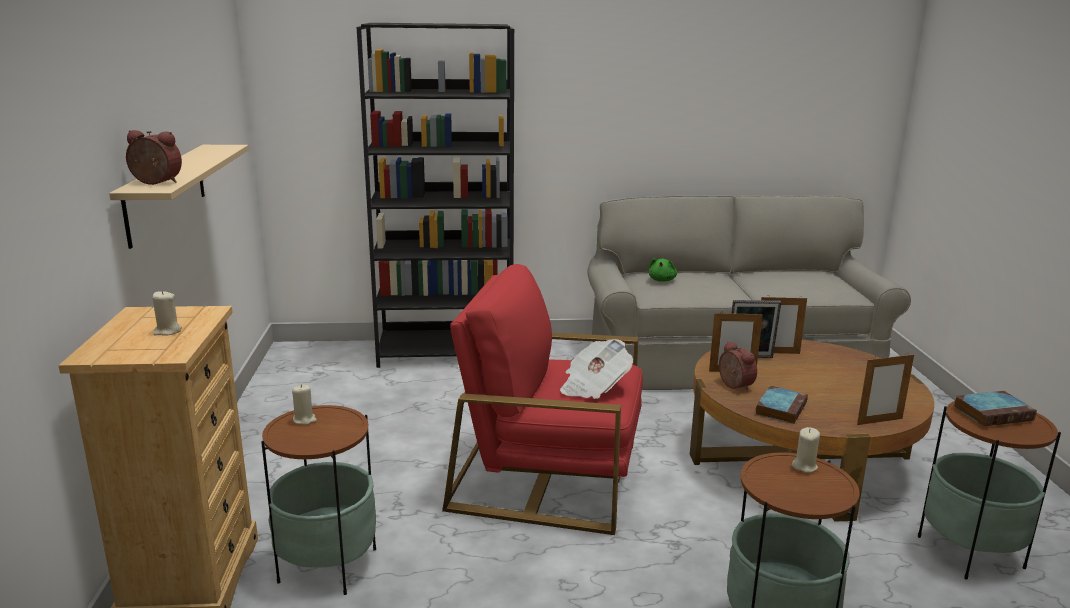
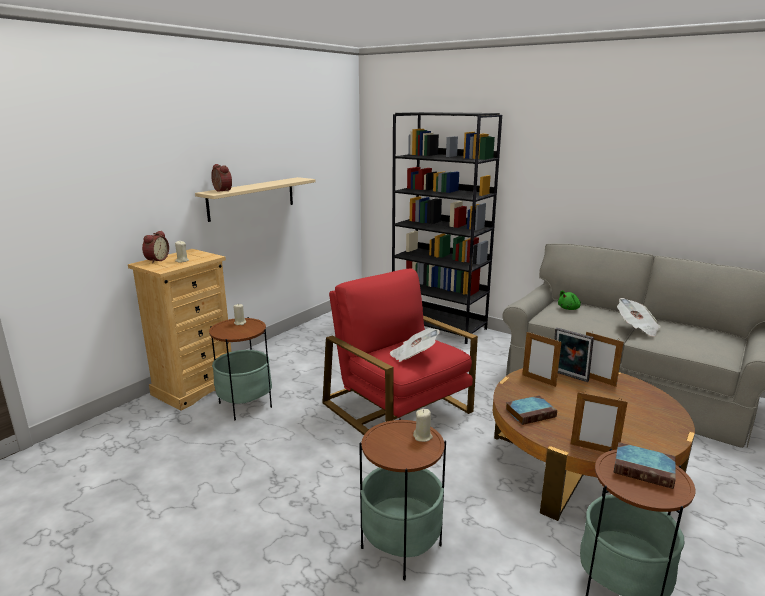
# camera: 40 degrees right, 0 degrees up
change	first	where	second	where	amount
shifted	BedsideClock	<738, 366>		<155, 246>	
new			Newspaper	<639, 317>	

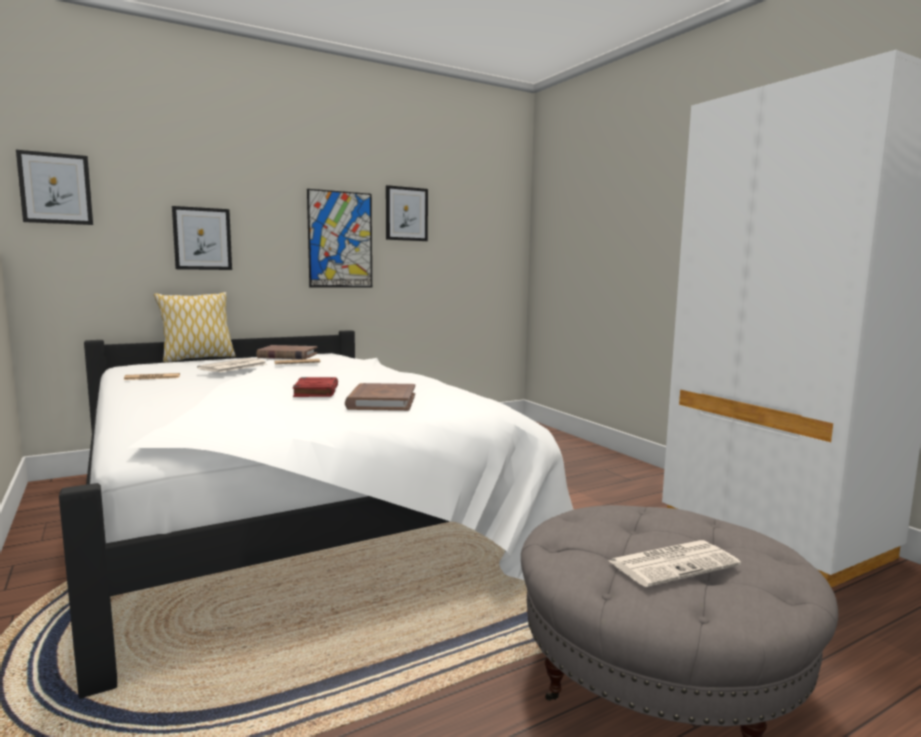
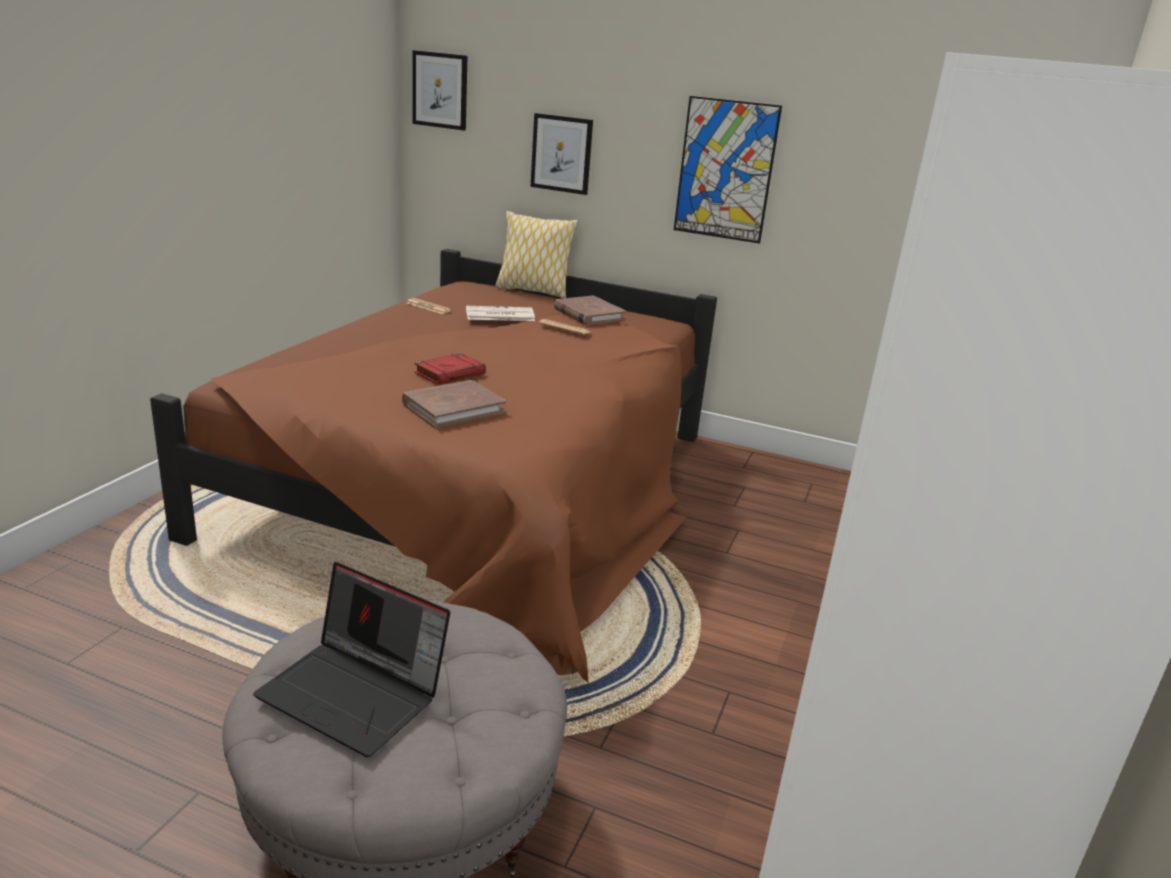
# camera: 50 degrees right, 15 degrees up
change	first	where	second	where	amount
gone	Picture	<407, 213>			
repainted	WhiteColouredBedroomBed	<316, 514>	BrownishBedroomBed	<433, 465>	
swapped	Newspaper	<675, 563>	Laptop	<351, 659>	

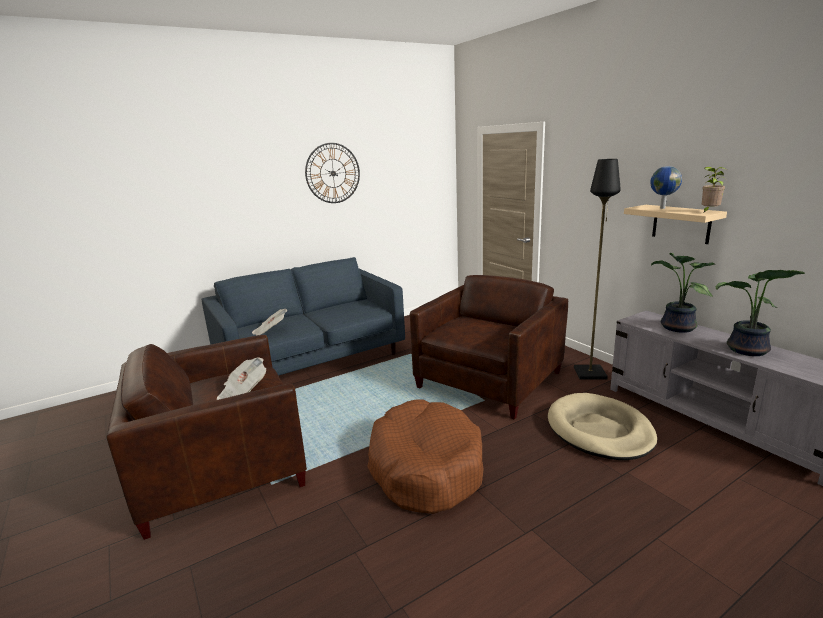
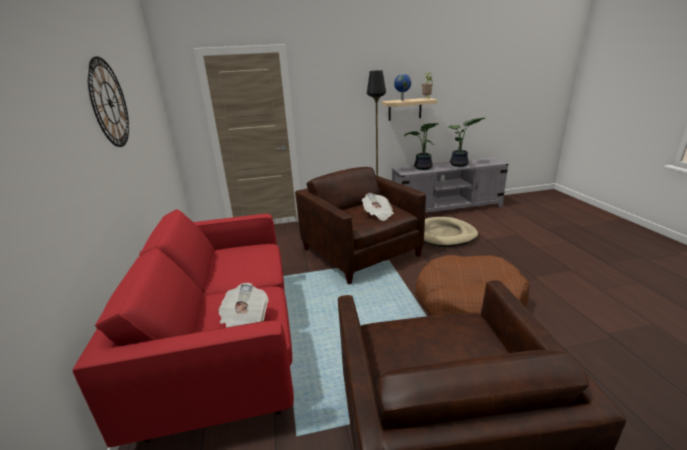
# camera: 70 degrees left, 5 degrees up
change	first	where	second	where	amount
repainted	BlueSofa	<303, 316>	RedColouredSofa	<183, 328>	
shifted	Newspaper	<241, 378>		<378, 207>	

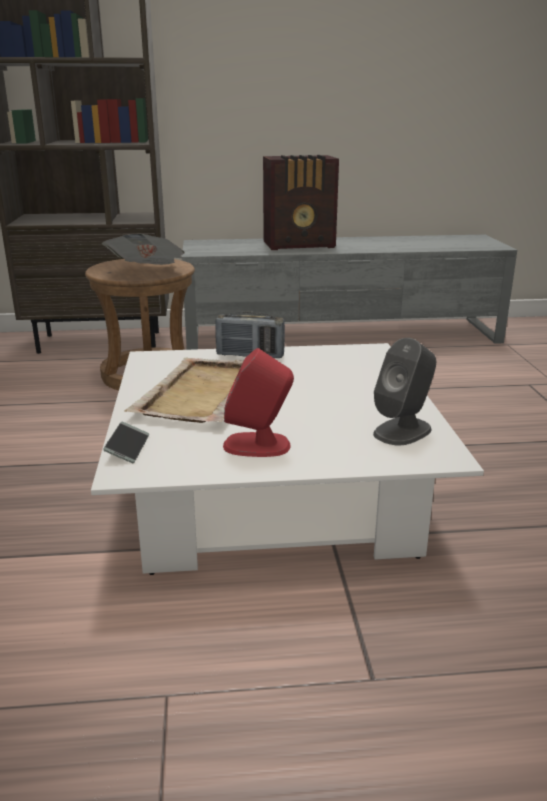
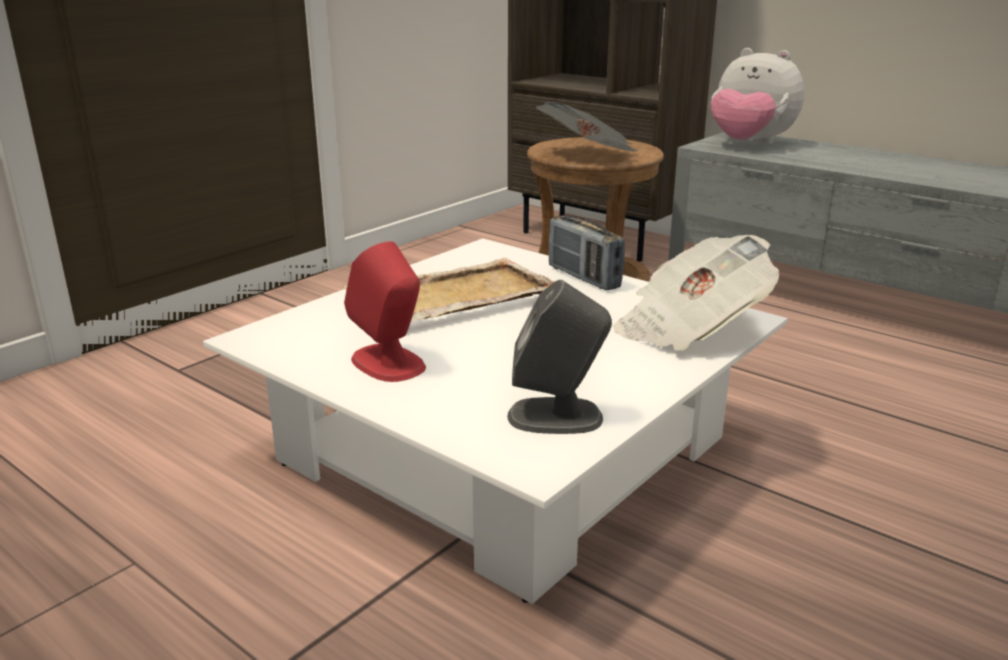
# camera: 45 degrees right, 0 degrees up
change	first	where	second	where	amount
gone	Radio	<301, 202>			
gone	Phone	<126, 442>			
new			SoftToy	<757, 96>	
new			Newspaper	<696, 293>	

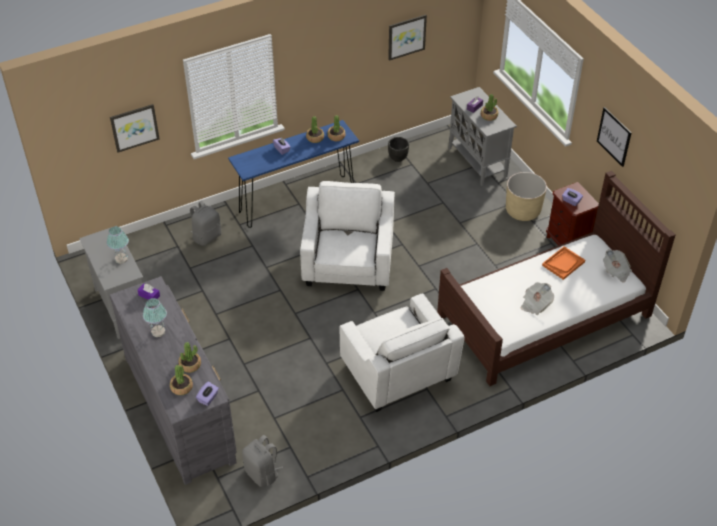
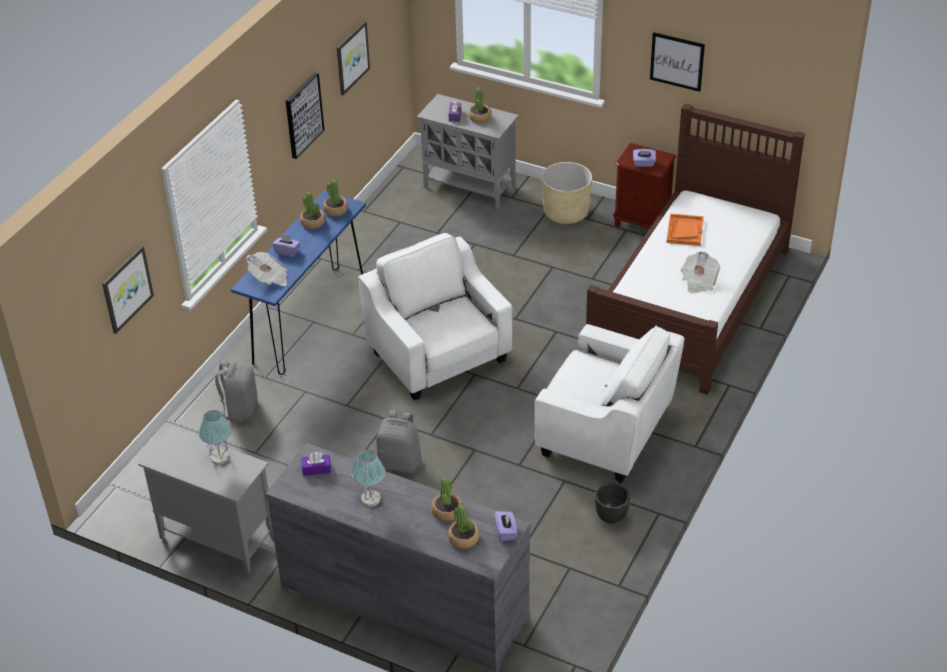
# camera: 35 degrees left, 5 degrees down
change	first	where	second	where	amount
shifted	BlackColouredFlowerPot	<398, 149>		<612, 503>	
shifted	Newspaper	<617, 266>		<266, 269>	
shifted	GrayKnapsack	<262, 461>		<398, 441>	
new			Picture	<305, 116>	

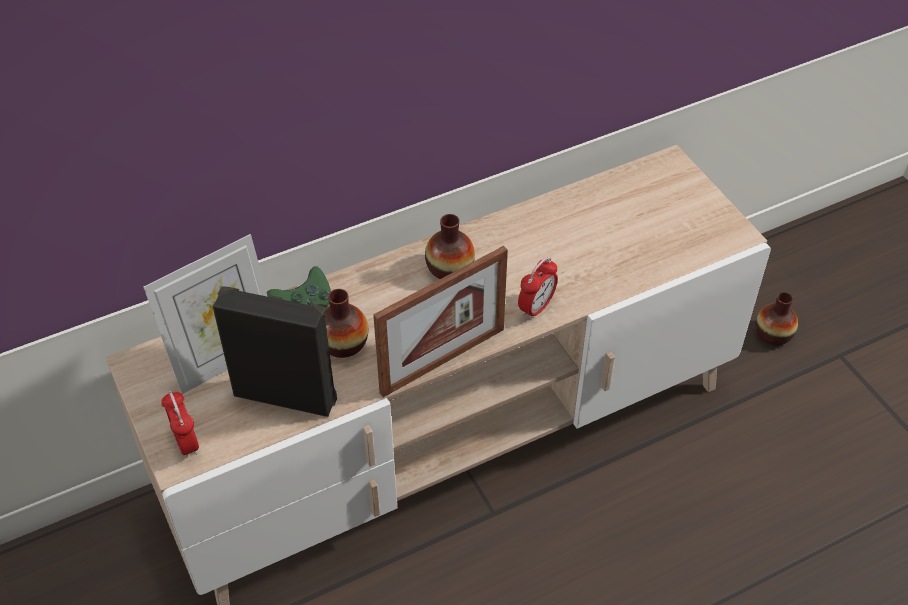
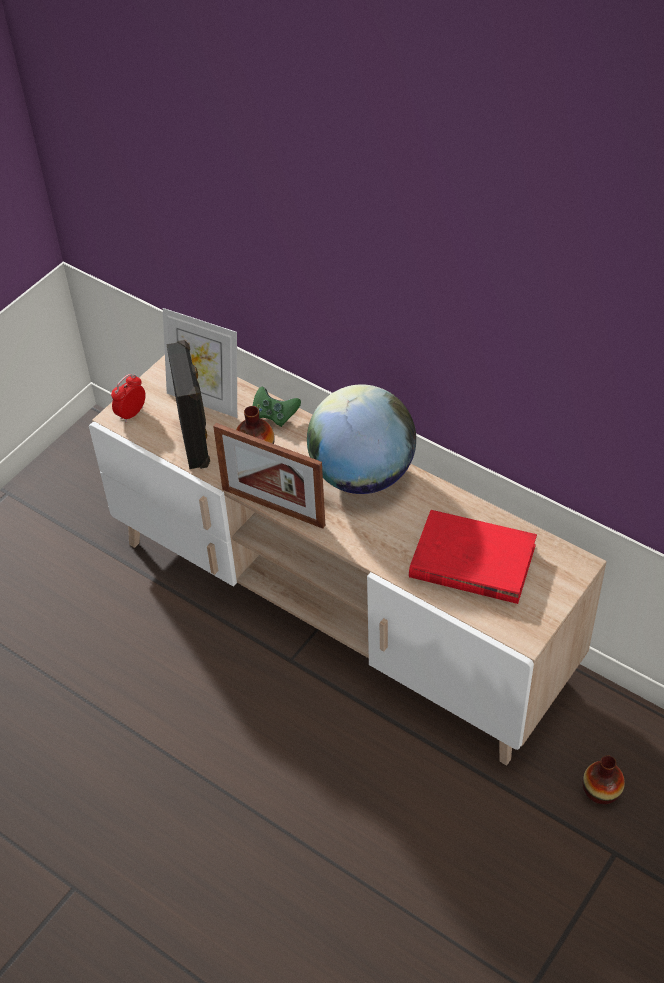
# camera: 65 degrees right, 0 degrees up
change	first	where	second	where	amount
swapped	DecorativeVase	<450, 246>	Globe	<361, 439>	
gone	BedsideClock	<538, 288>			
new			RedColouredBoundBook	<473, 557>	

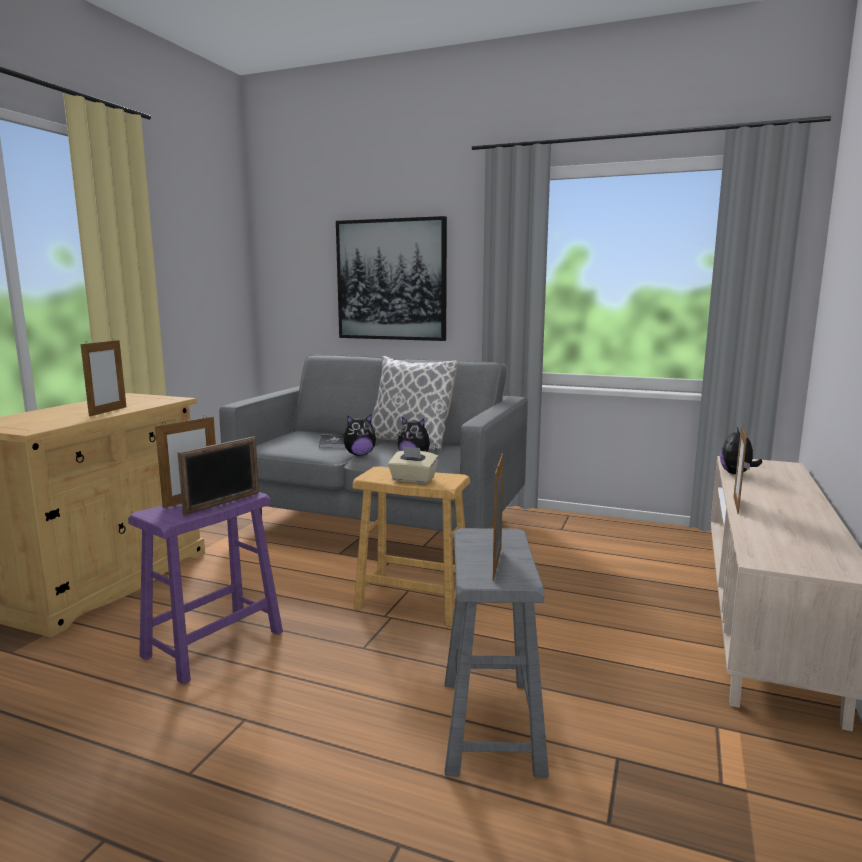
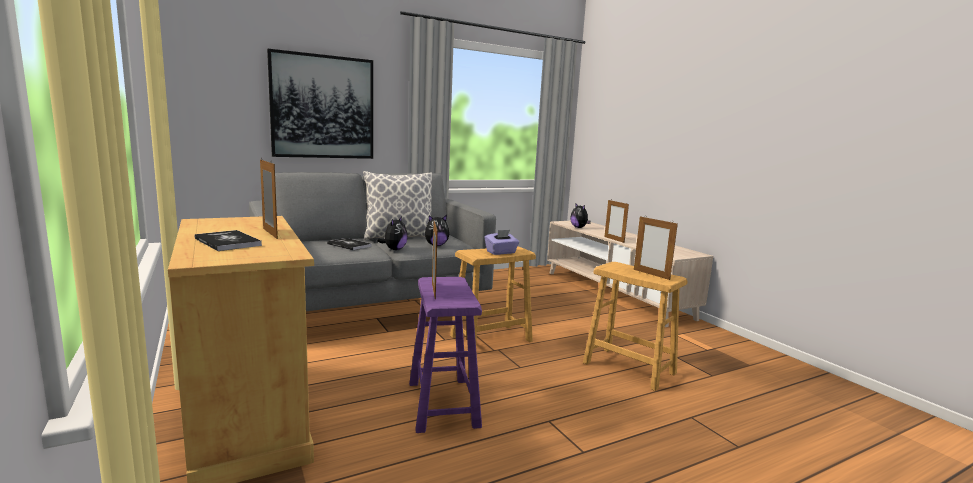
# camera: 50 degrees left, 0 degrees up
change	first	where	second	where	amount
gone	StandingFrame	<218, 475>			
repainted	BeigeTissueBox	<413, 465>	PurplishTissueBox	<501, 242>	
repainted	GrayStoolSeat	<497, 653>	BrownishStoolSeat	<635, 326>	
new			BoundBook	<228, 240>	

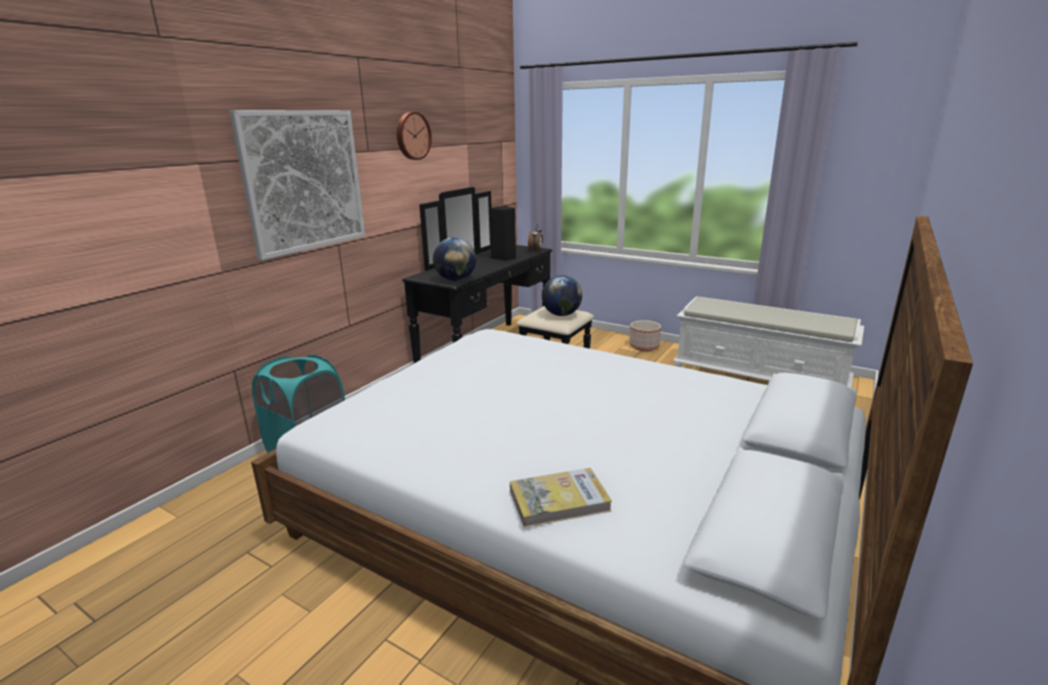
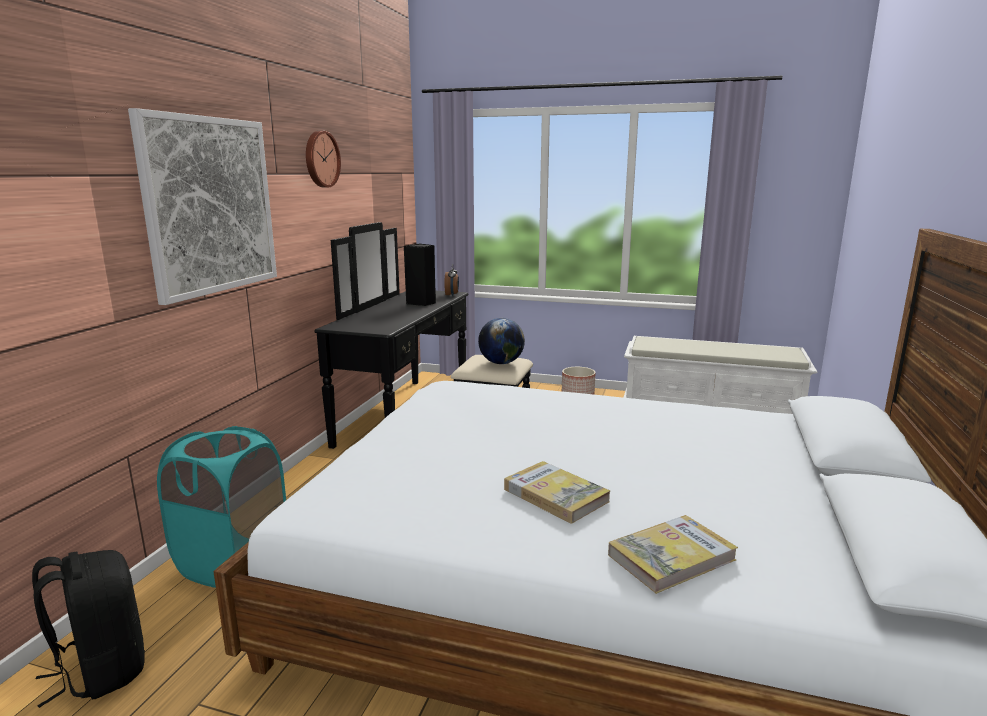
# camera: 15 degrees left, 5 degrees down
change	first	where	second	where	amount
gone	Globe	<454, 259>			
new			BoundBook	<557, 492>	
new			BlackColouredKnapsack	<88, 629>	

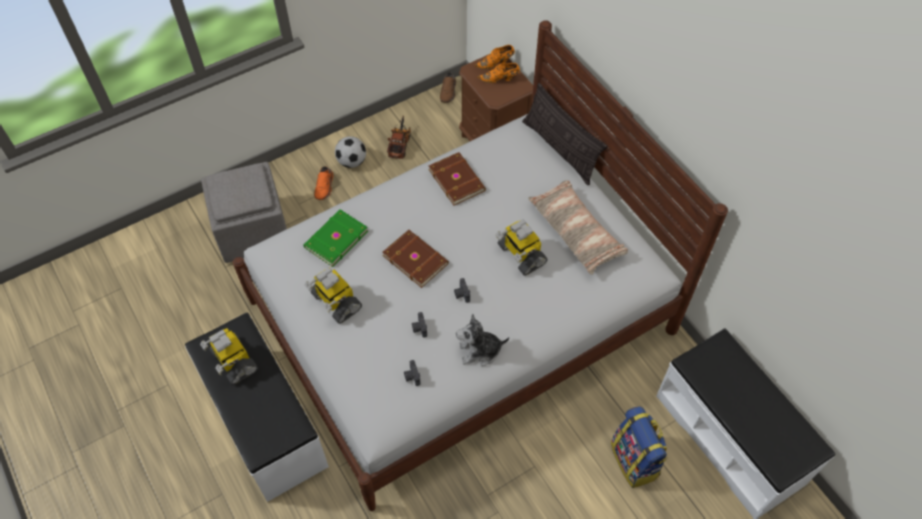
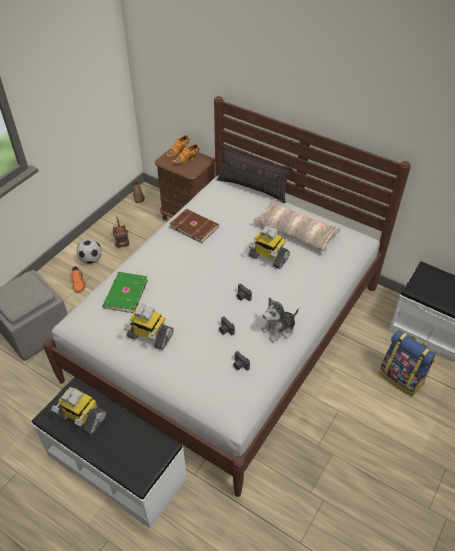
# camera: 25 degrees left, 10 degrees down
change	first	where	second	where	amount
gone	BrownishBoundBook	<416, 259>			

